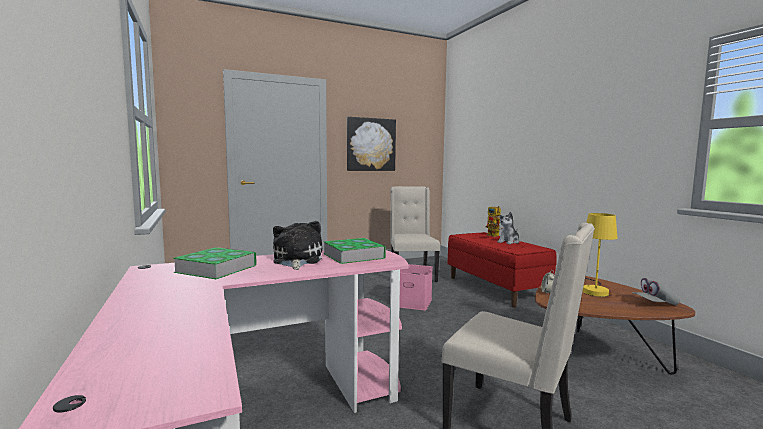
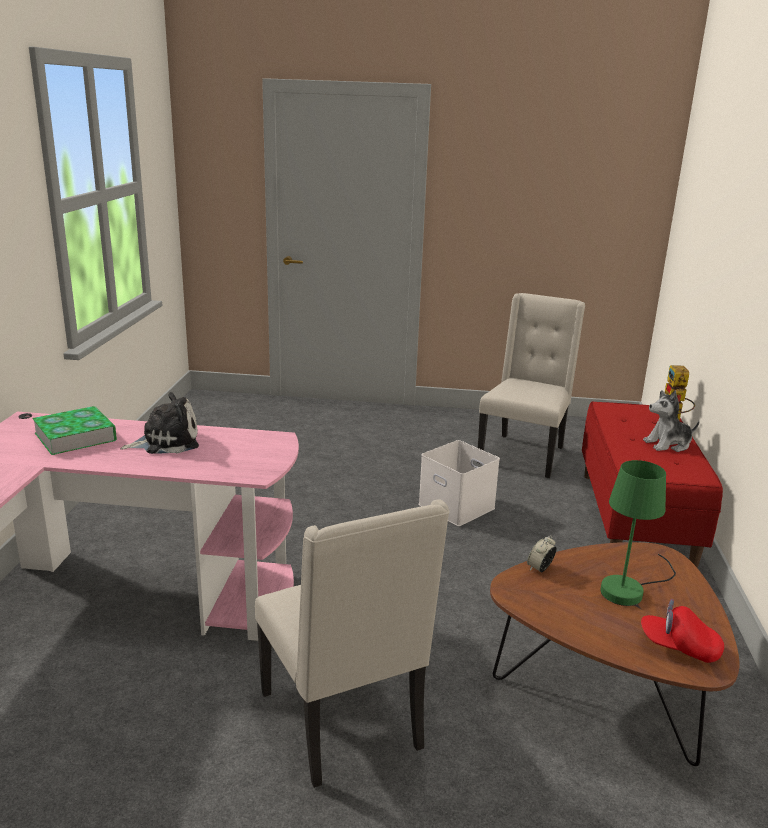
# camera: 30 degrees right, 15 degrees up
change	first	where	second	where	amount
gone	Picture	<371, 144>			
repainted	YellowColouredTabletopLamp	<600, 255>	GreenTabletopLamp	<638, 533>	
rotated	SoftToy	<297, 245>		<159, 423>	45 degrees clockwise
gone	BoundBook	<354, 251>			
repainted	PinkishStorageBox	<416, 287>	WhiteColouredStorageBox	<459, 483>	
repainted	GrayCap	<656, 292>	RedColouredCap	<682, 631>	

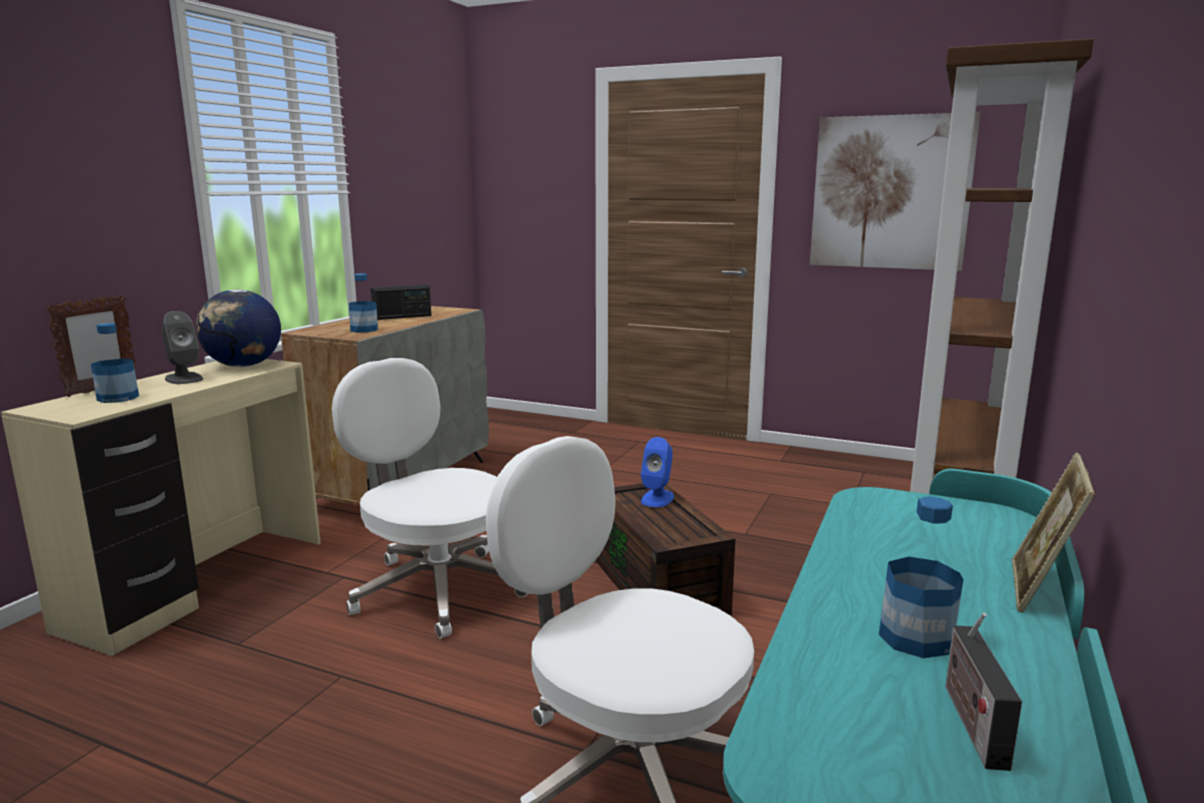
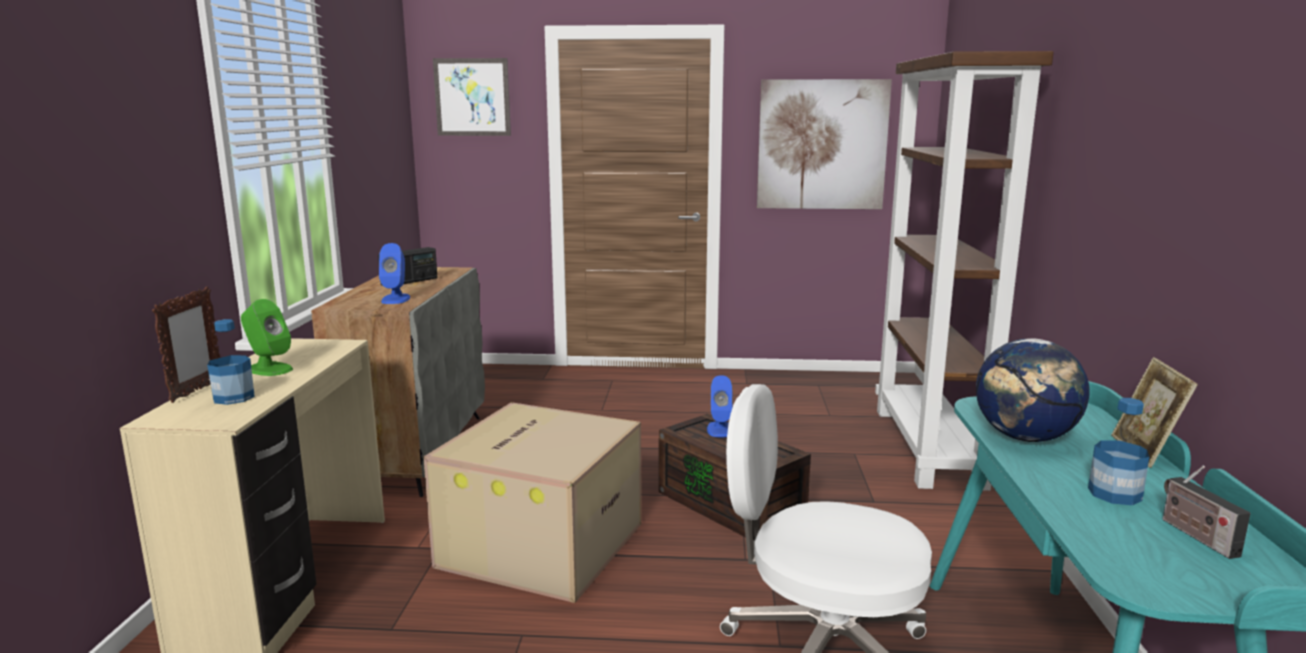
# camera: 20 degrees left, 0 degrees up
change	first	where	second	where	amount
swapped	DrinkBottle	<363, 302>	BlueSpeaker	<394, 273>	
shifted	Globe	<238, 328>		<1033, 390>	
repainted	GraySpeaker	<182, 347>	GreenSpeaker	<267, 337>	
swapped	WhiteColouredOfficeChair	<430, 498>	Carton	<532, 502>	
new			Picture	<472, 97>	

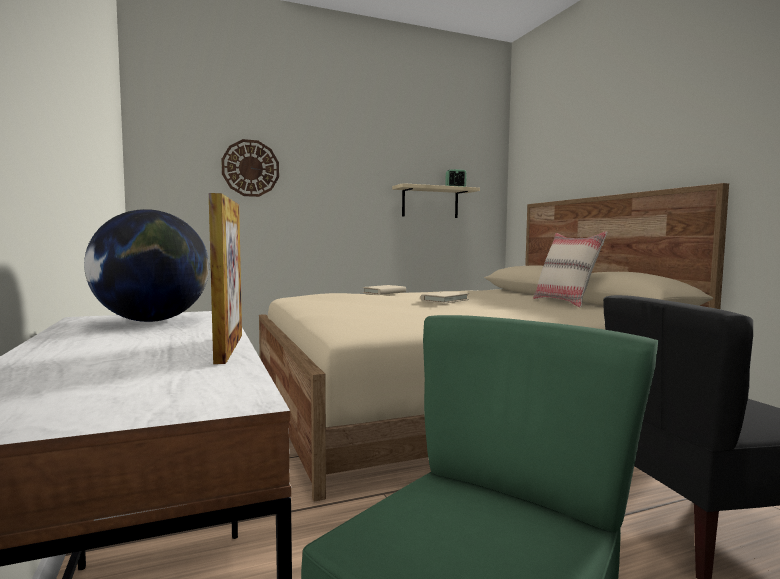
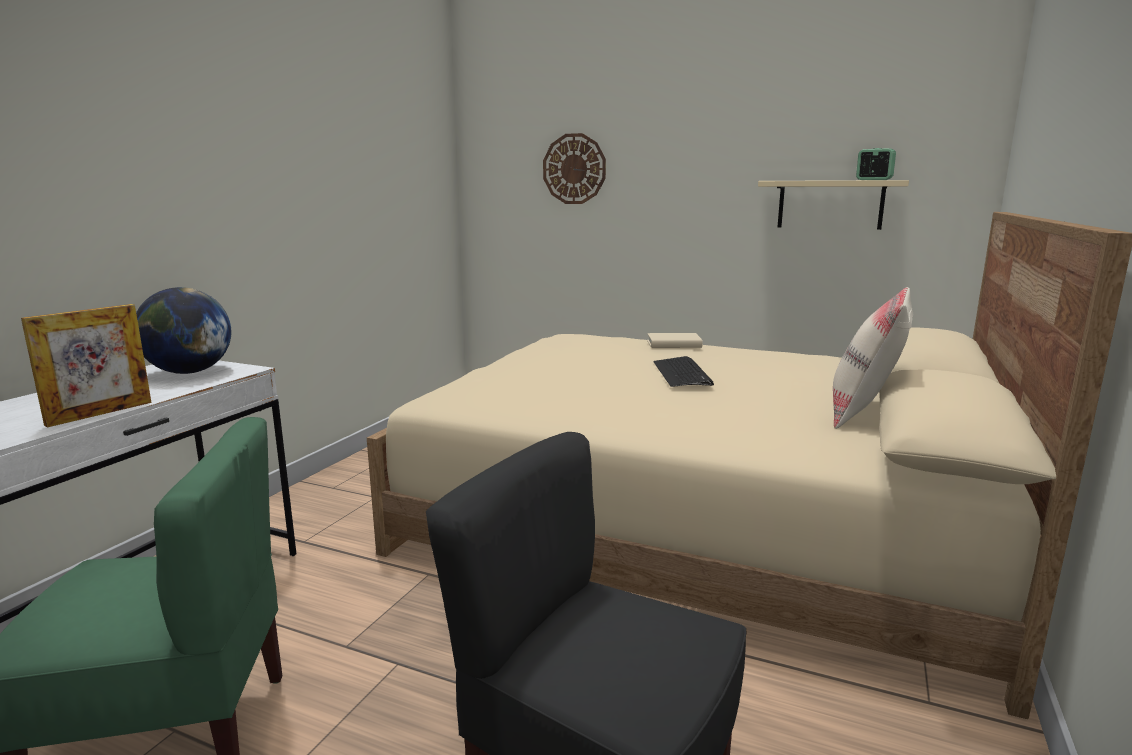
# camera: 45 degrees right, 10 degrees up
change	first	where	second	where	amount
swapped	BeigeBoundBook	<445, 297>	ComputerKeyboard	<683, 371>	

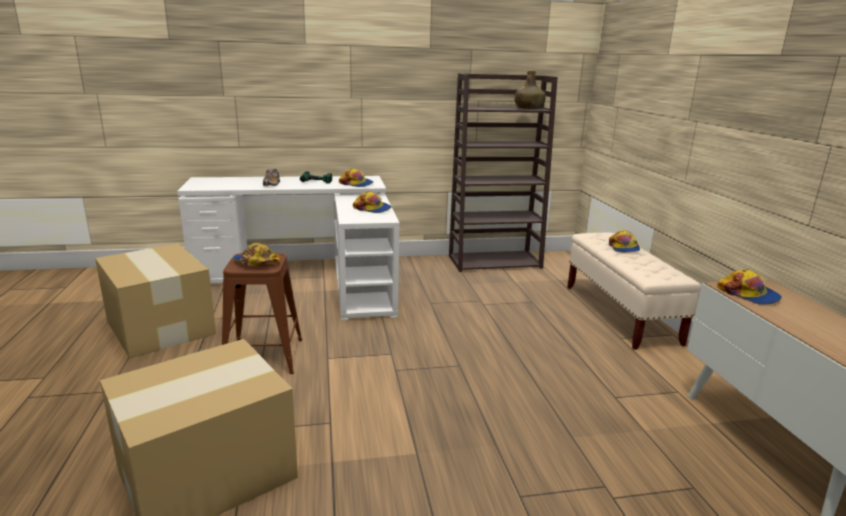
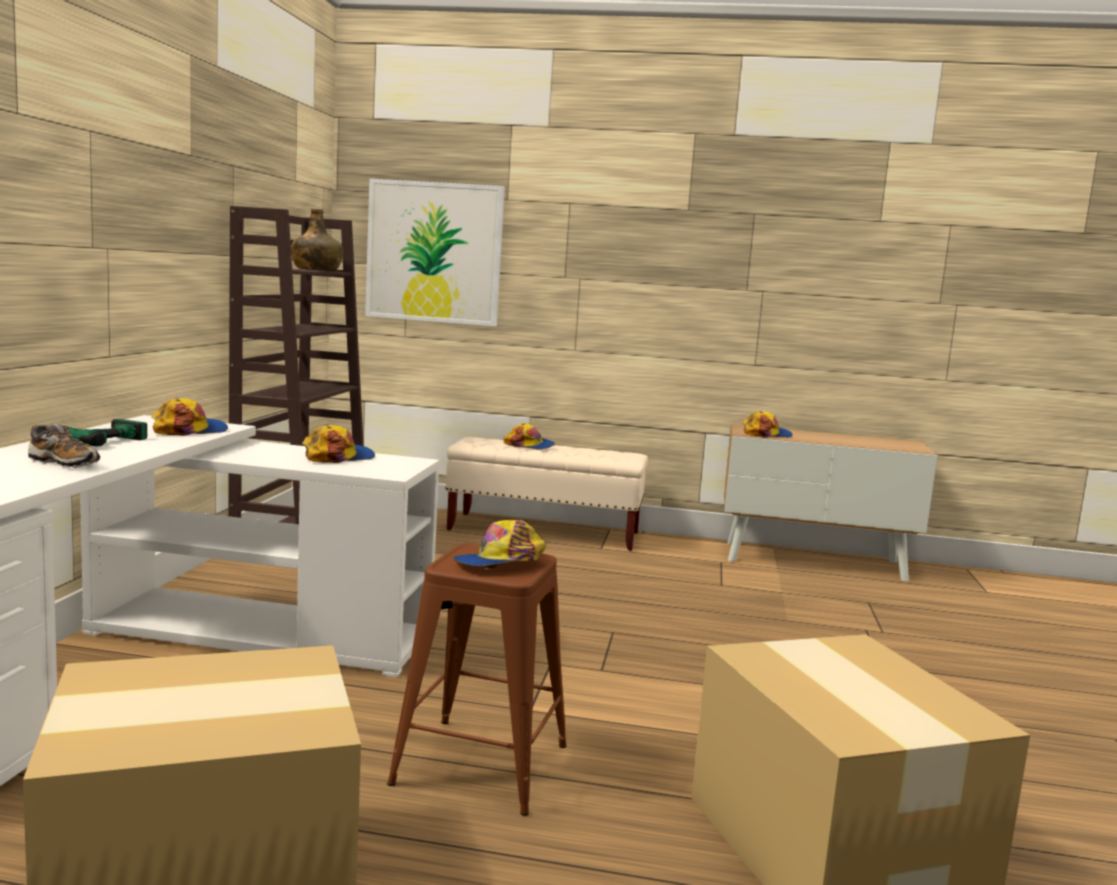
# camera: 70 degrees left, 10 degrees down
change	first	where	second	where	amount
new			Picture	<435, 252>	

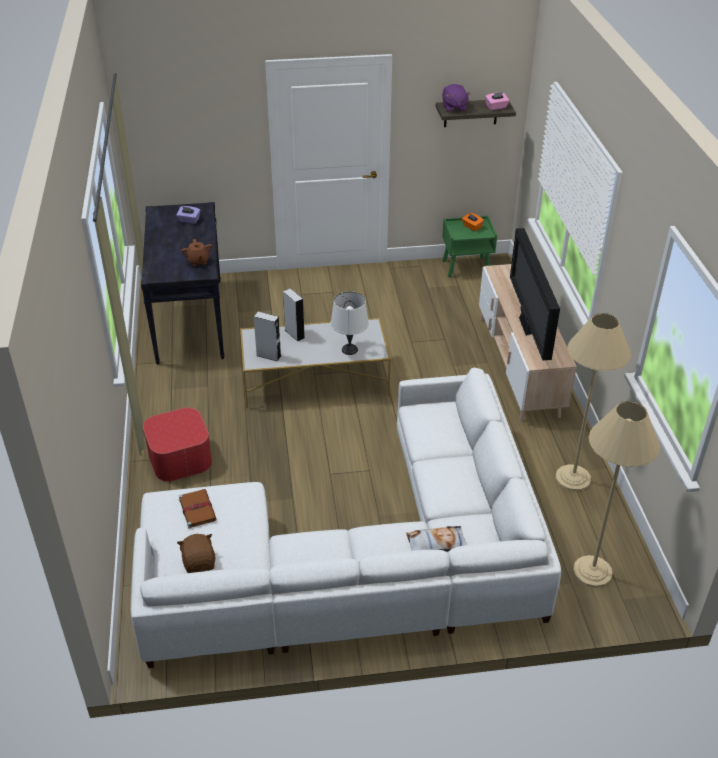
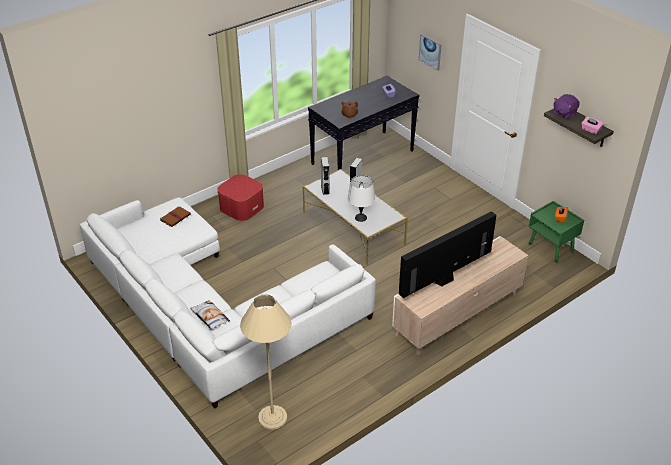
# camera: 60 degrees right, 0 degrees up
change	first	where	second	where	amount
gone	BeigeStandardLamp	<593, 402>			
gone	BrownishSoftToy	<196, 553>			
new			Picture	<430, 52>	

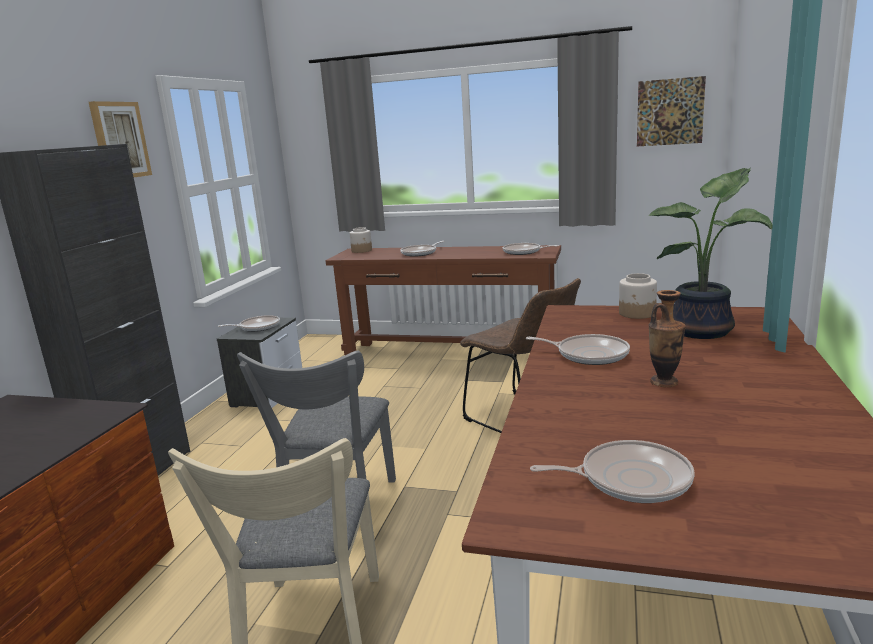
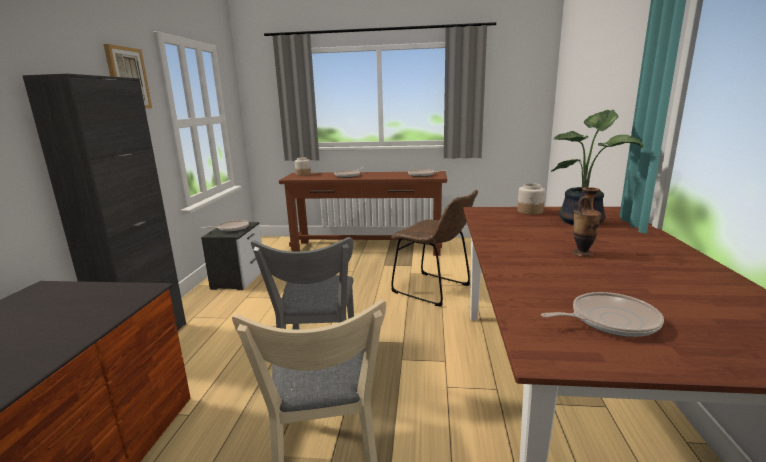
# camera: 10 degrees left, 0 degrees up
change	first	where	second	where	amount
gone	Picture	<671, 111>			
gone	FryingPan	<578, 349>			

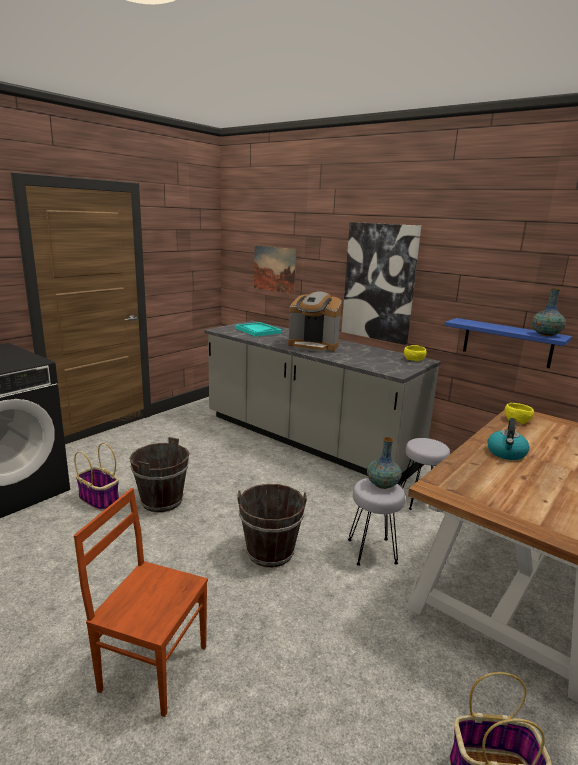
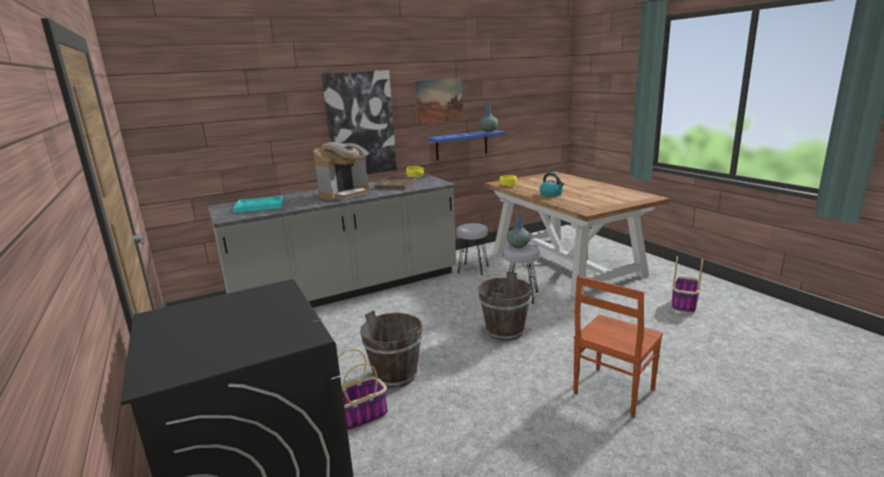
# camera: 65 degrees left, 0 degrees up
change	first	where	second	where	amount
shifted	Picture	<275, 269>		<439, 101>	
new			BrownishServingTray	<395, 183>	

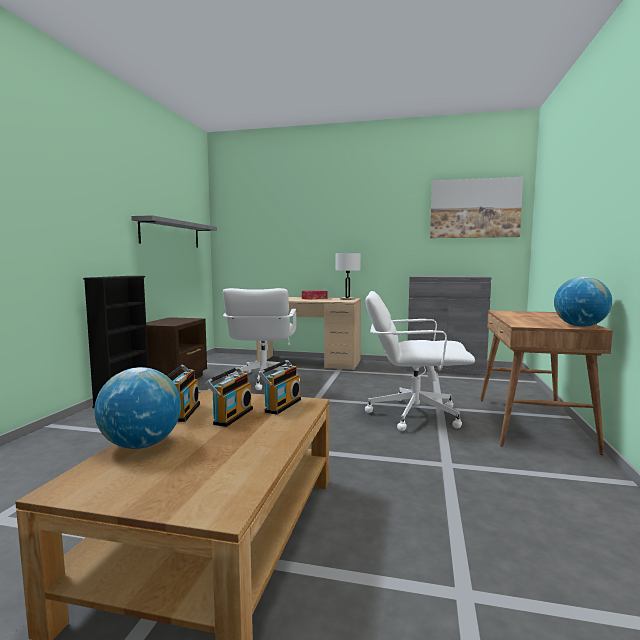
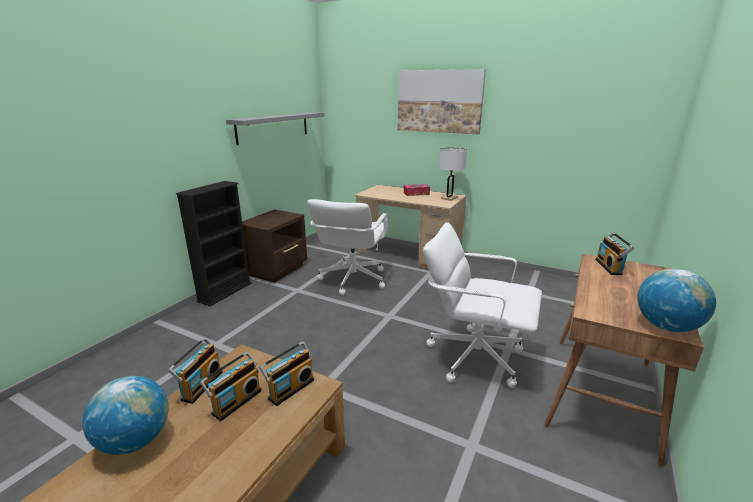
# camera: 15 degrees right, 15 degrees up
change	first	where	second	where	amount
shifted	Picture	<476, 207>		<442, 101>	
gone	GrayCabinet	<449, 325>			
new			Radio	<614, 253>	

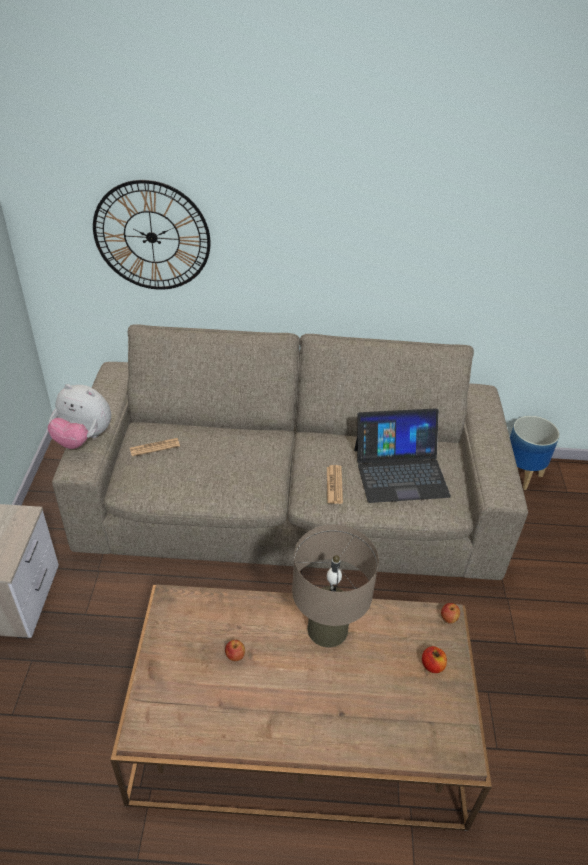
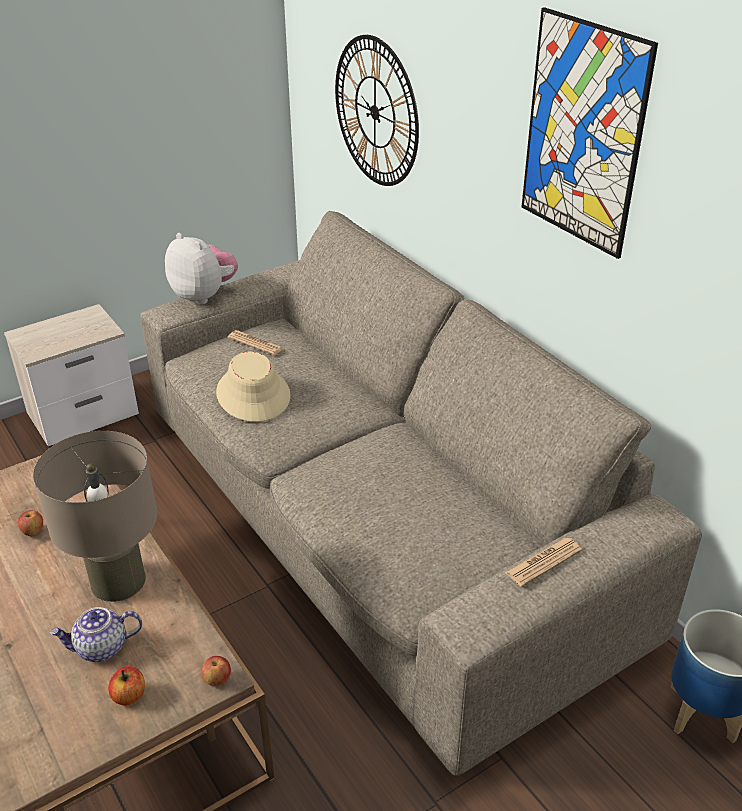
# camera: 55 degrees right, 5 degrees down
change	first	where	second	where	amount
rotated	SoftToy	<79, 416>		<201, 269>	150 degrees clockwise
gone	Laptop	<402, 455>			
shifted	Newspaper	<335, 484>		<543, 562>	
new			Picture	<590, 133>	
new			BeigeClothingHat	<253, 386>	
new			Teapot	<96, 634>	

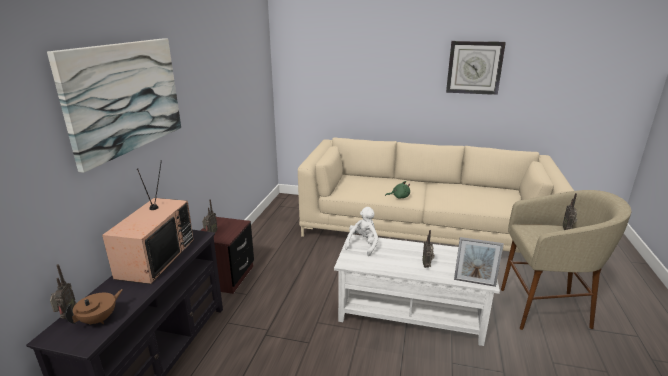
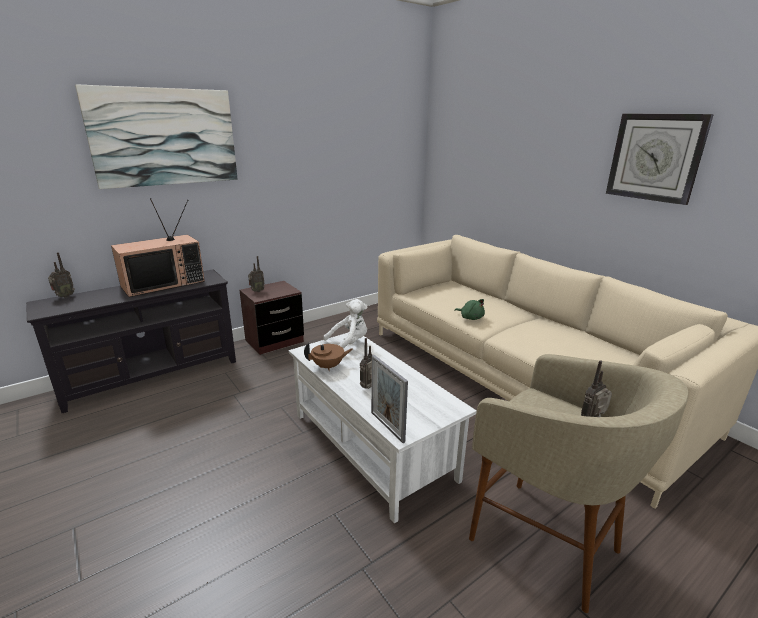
# camera: 40 degrees right, 0 degrees up
change	first	where	second	where	amount
shifted	BrownishTeapot	<94, 307>		<328, 357>	

